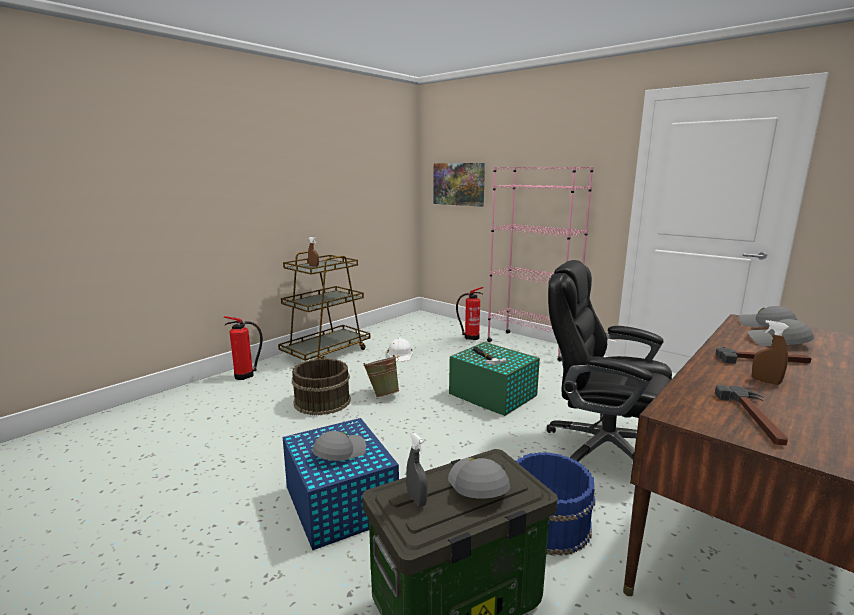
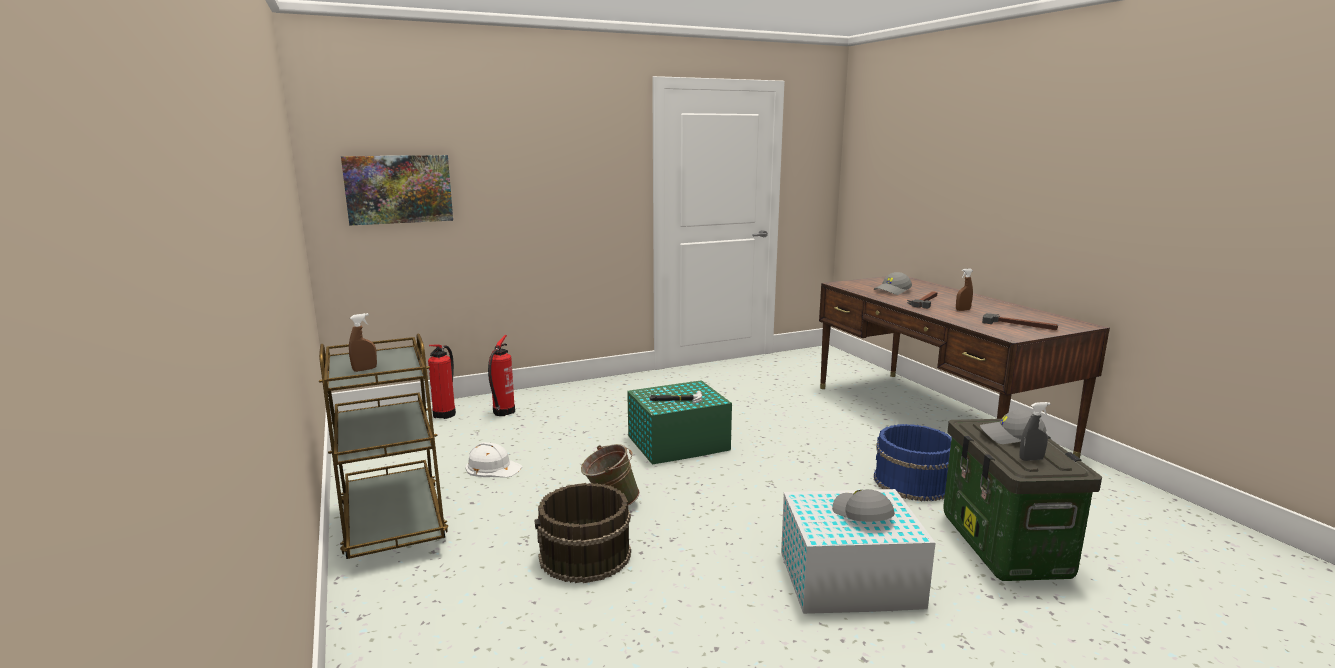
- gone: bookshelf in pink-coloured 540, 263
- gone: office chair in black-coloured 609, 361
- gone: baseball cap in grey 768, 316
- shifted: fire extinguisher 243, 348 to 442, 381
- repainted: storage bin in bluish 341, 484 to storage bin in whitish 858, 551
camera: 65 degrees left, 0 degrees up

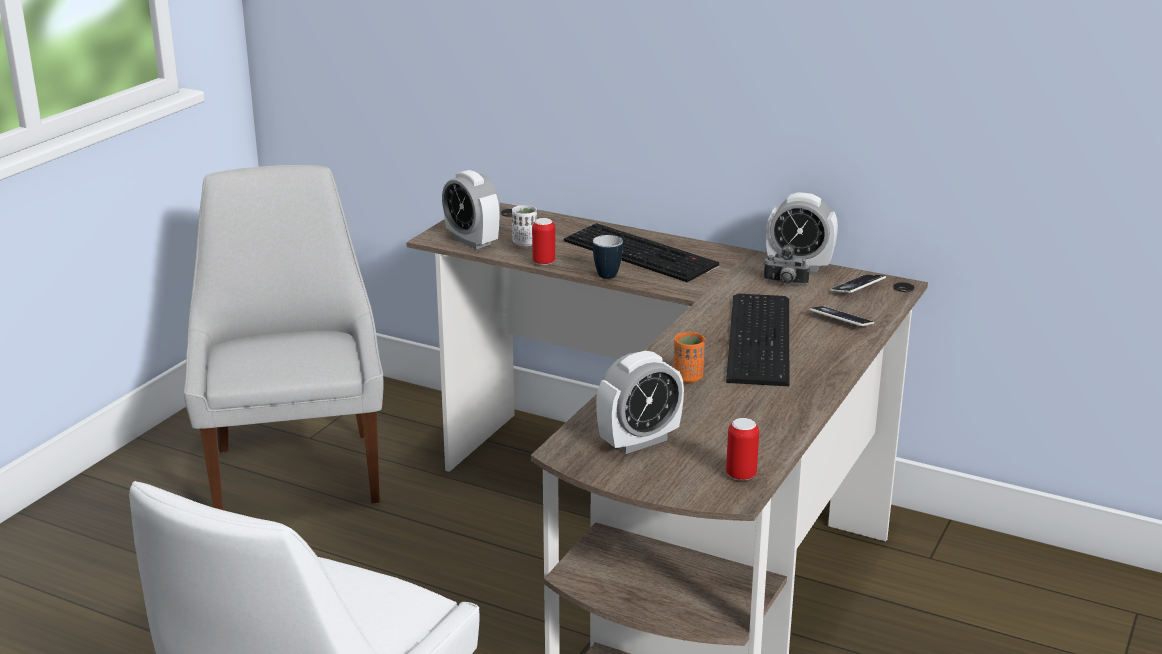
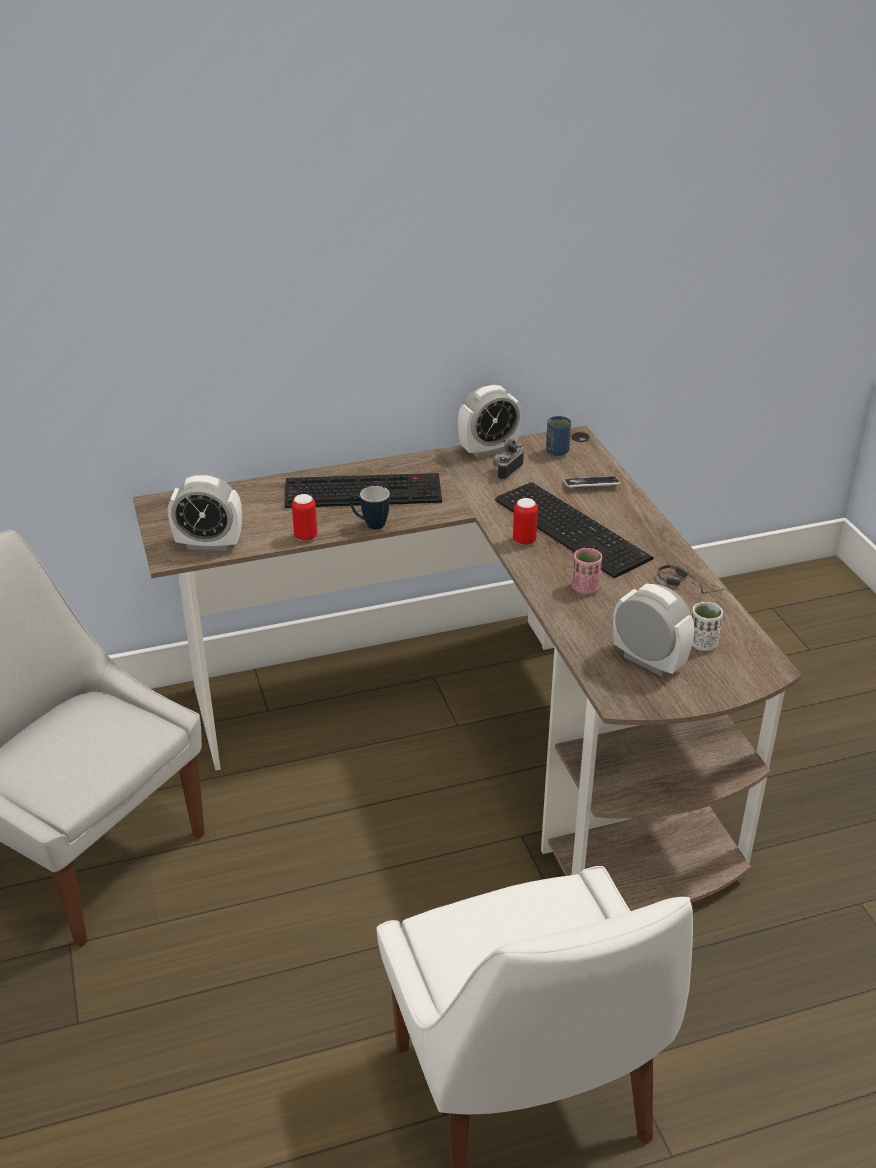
- new: headphones 693, 579
- shifted: cup in whitish 524, 225 to 707, 626
- shifted: sealed can 742, 449 to 525, 521
- swapped: phone 858, 283 to cup in bluish 558, 436
- repainted: cup in orange-coloured 689, 357 to cup in pink-coloured 587, 571
- rotated: bedside clock 640, 402 = 653, 630 60 degrees counterclockwise
- rotated: still camera 786, 265 = 508, 459 150 degrees clockwise
camera: 45 degrees left, 10 degrees up

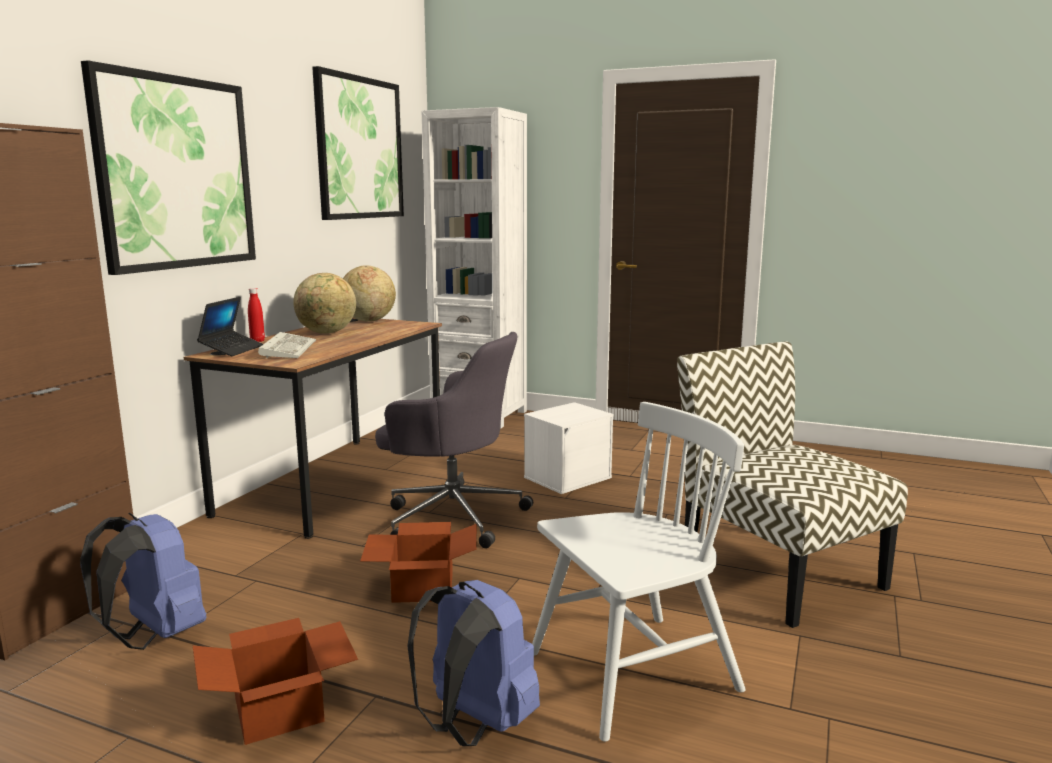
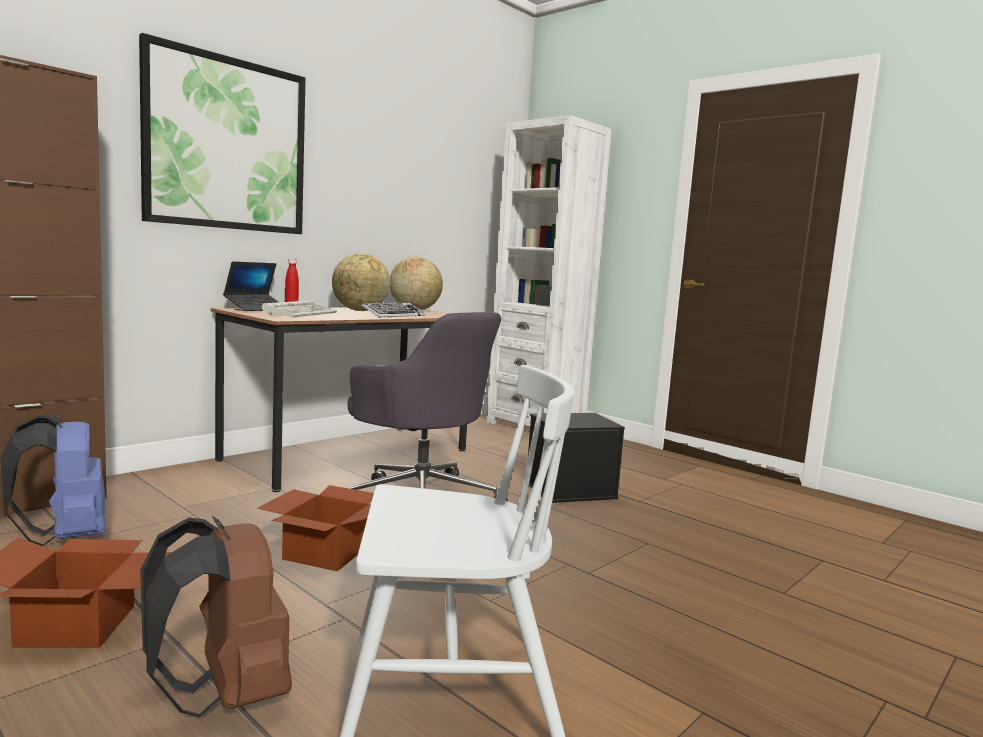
- gone: wall art 358, 143
- gone: chair 792, 485
- new: computer keyboard 394, 310
- repainted: backpack in bluish 473, 663 to backpack in brownish 216, 616
- repainted: storage bin in whitish 569, 448 to storage bin in black-coloured 576, 458
camera: 20 degrees right, 5 degrees down

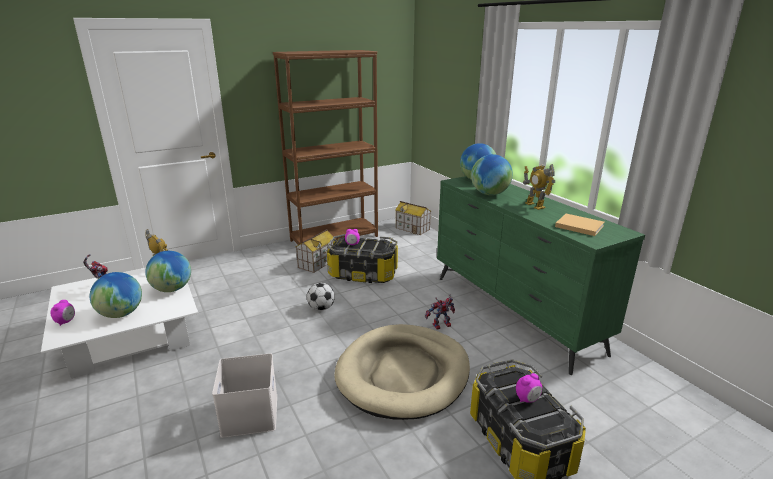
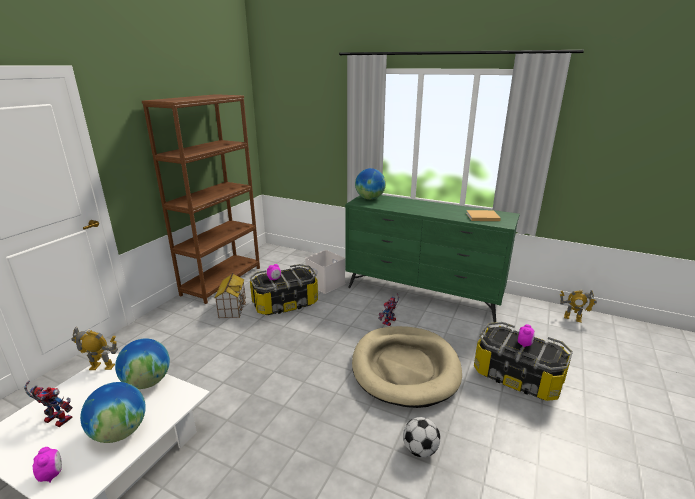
- gone: model house 413, 218
- gone: desk globe 492, 174
- shifted: storage bin in whitish 244, 395 to 325, 272
- shifted: ball for football 321, 297 to 421, 437
- shifted: robot figure 539, 187 to 578, 306
camera: 35 degrees left, 0 degrees up

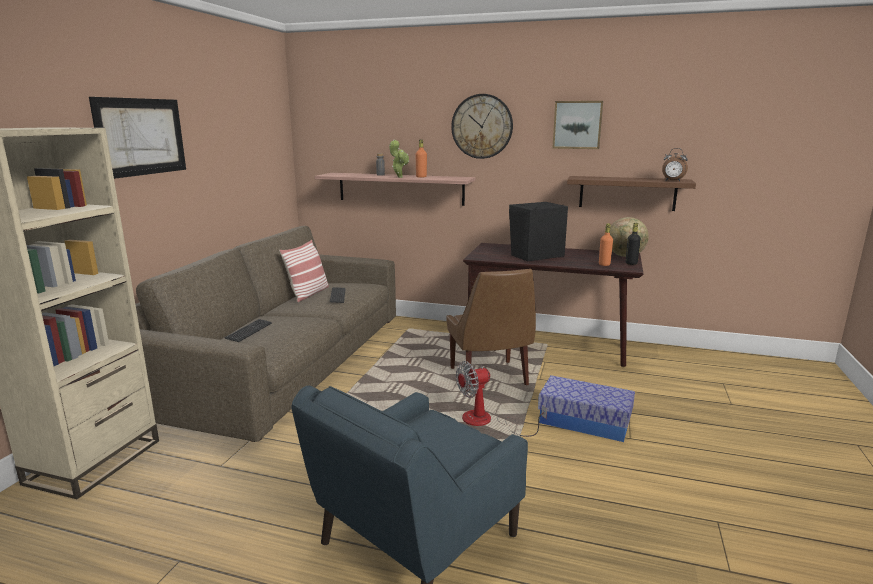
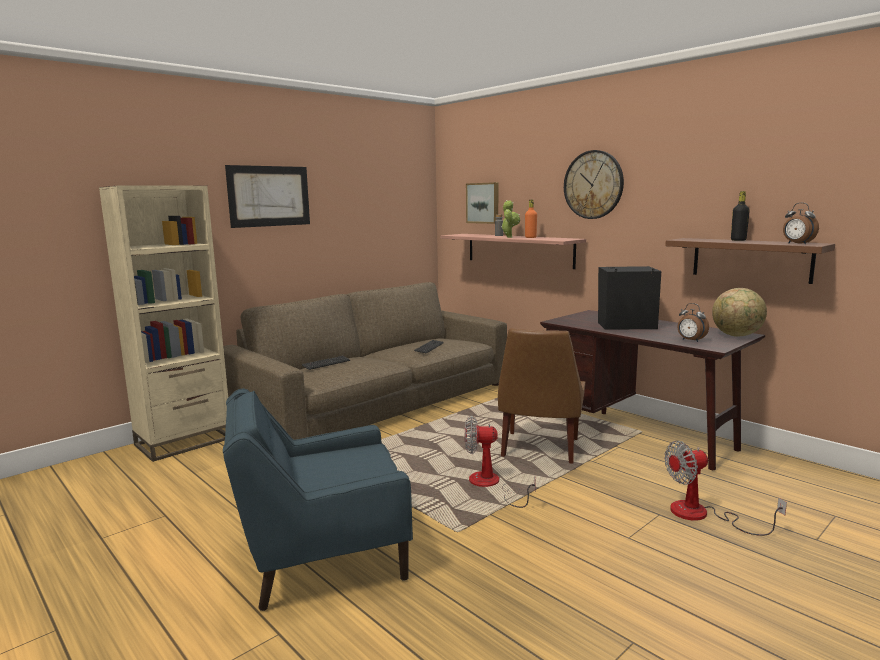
- gone: pillow 304, 271
- gone: storage bin 586, 408
- new: cooling fan 725, 488
- shifted: wall art 577, 125 to 482, 203
- shifted: bottle in black-coloured 633, 244 to 740, 216
- swapped: bottle in orange-coloured 606, 244 to bedside clock 693, 322
camera: 30 degrees right, 5 degrees down

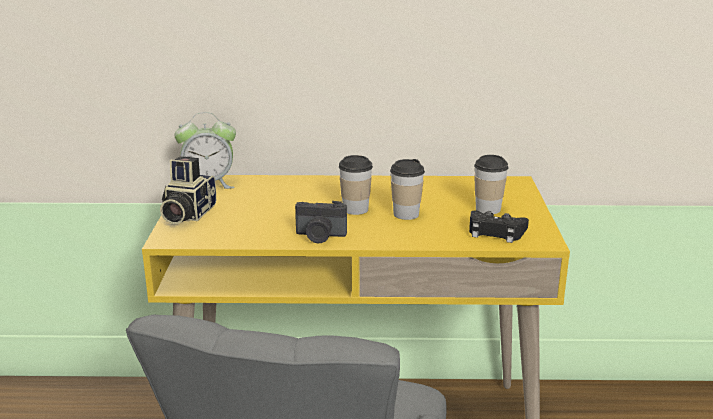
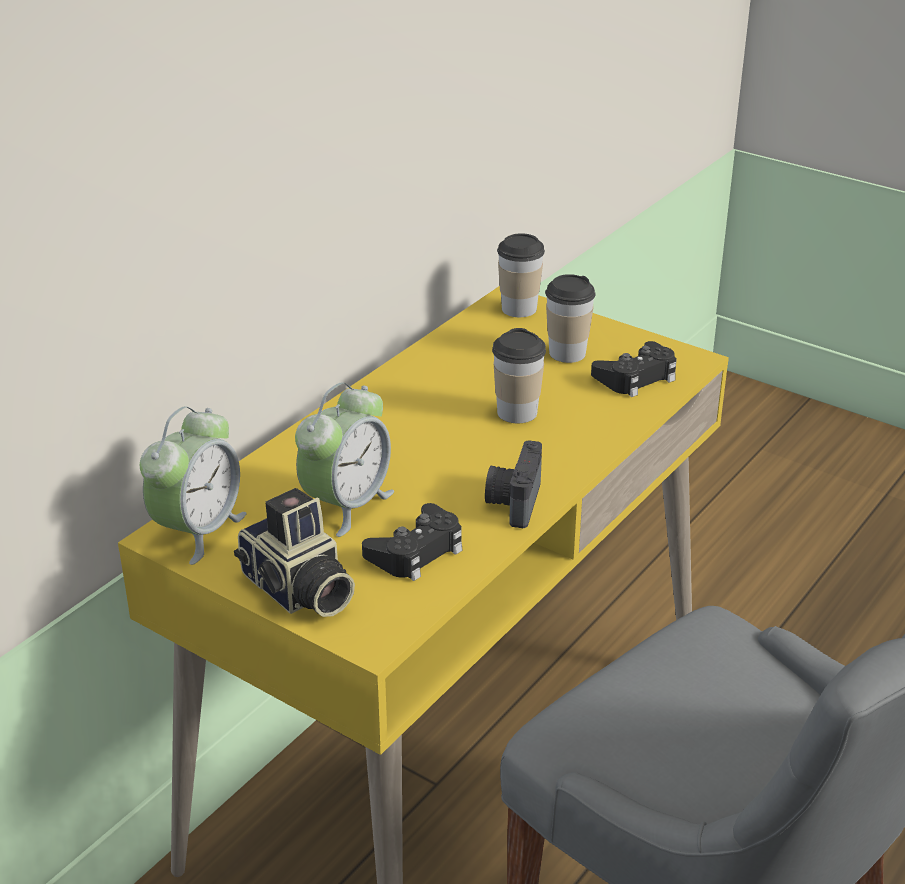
- new: bedside clock 344, 459
- new: joypad in black-coloured 412, 542
- shifted: cup 356, 185 to 521, 275
- rotated: still camera 321, 222 = 513, 484 150 degrees clockwise
camera: 55 degrees left, 10 degrees up

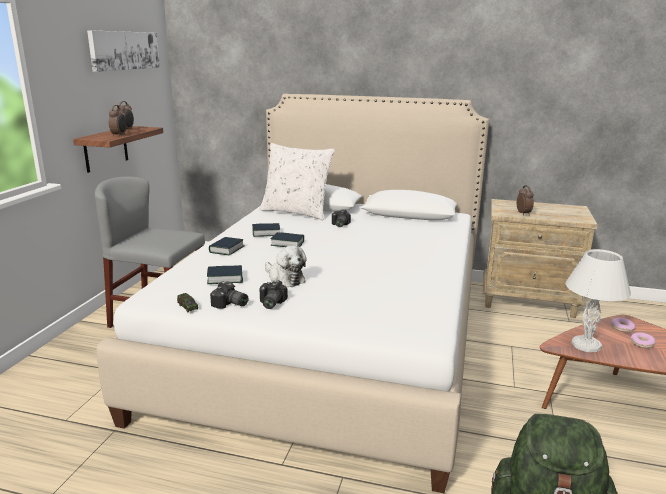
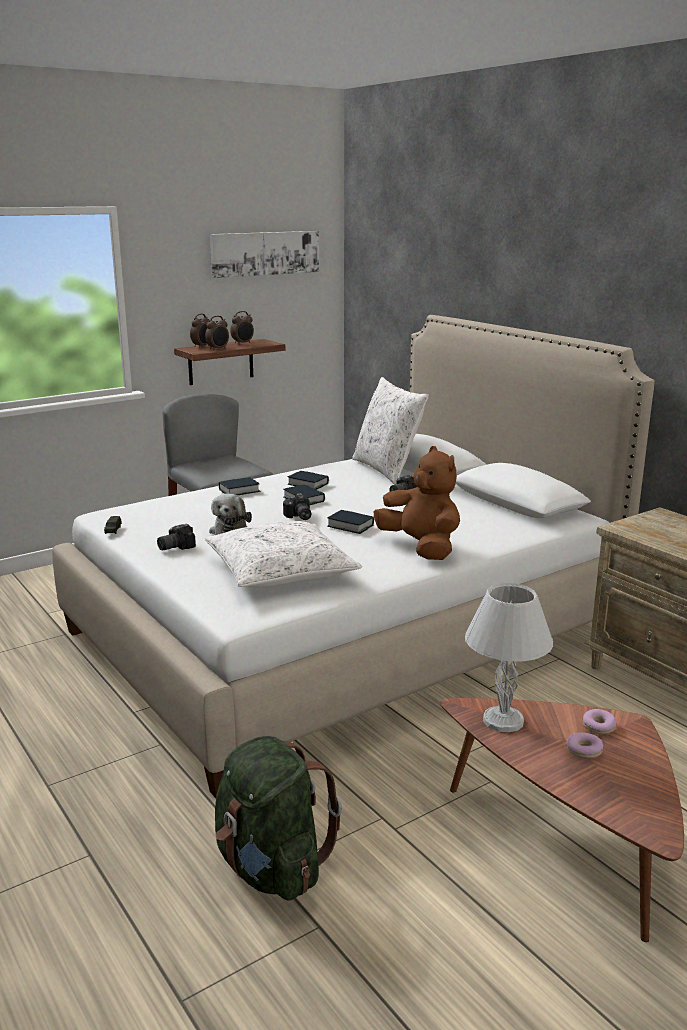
- new: pillow in whitish 283, 554
- new: plush toy in brownish 417, 503
- shifted: book 225, 274 to 350, 522
- shifted: still camera 229, 295 to 297, 506
- shifted: bedside clock 525, 200 to 199, 331
camera: 40 degrees right, 0 degrees up

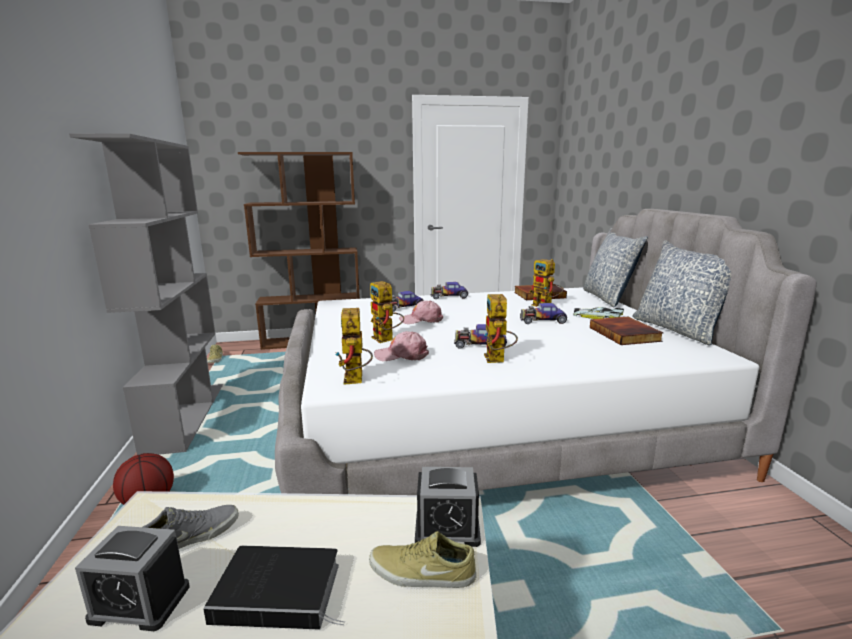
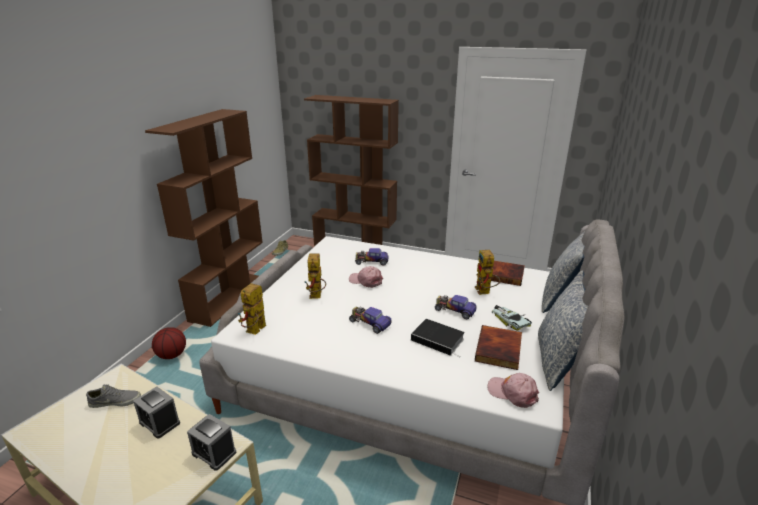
- gone: low shoe in sand-coloured 422, 559
- gone: model car 449, 290
- gone: robot figure 501, 328
- shifted: bedside clock 132, 578 to 156, 412
- shifted: book 274, 588 to 438, 338
- shifted: baseball cap in pink-coloured 401, 346 to 513, 390
- repainted: bookshelf in grey 146, 294 to bookshelf in brownish 204, 218
camera: 30 degrees right, 10 degrees up

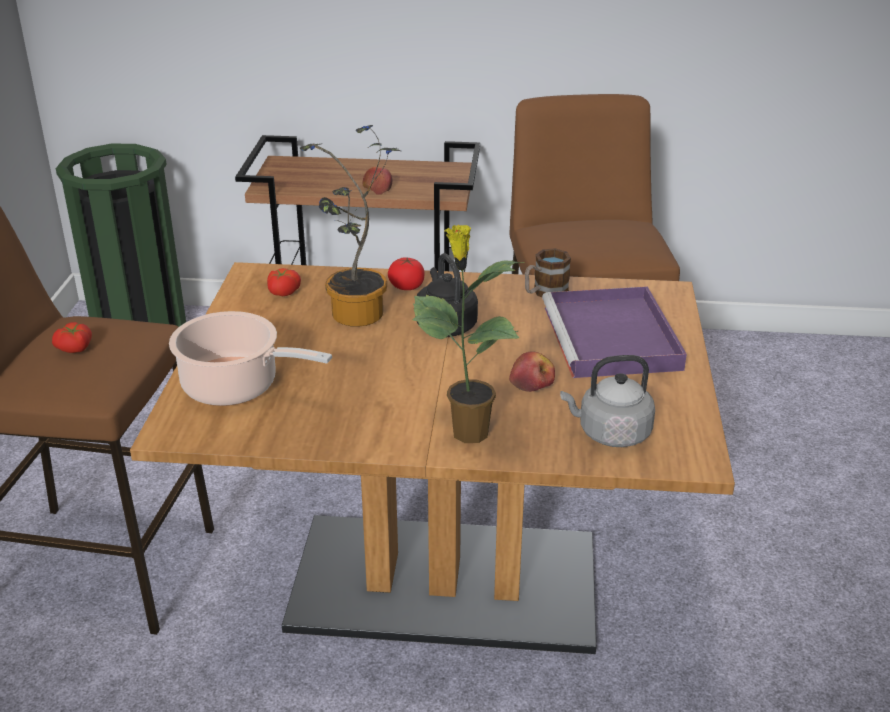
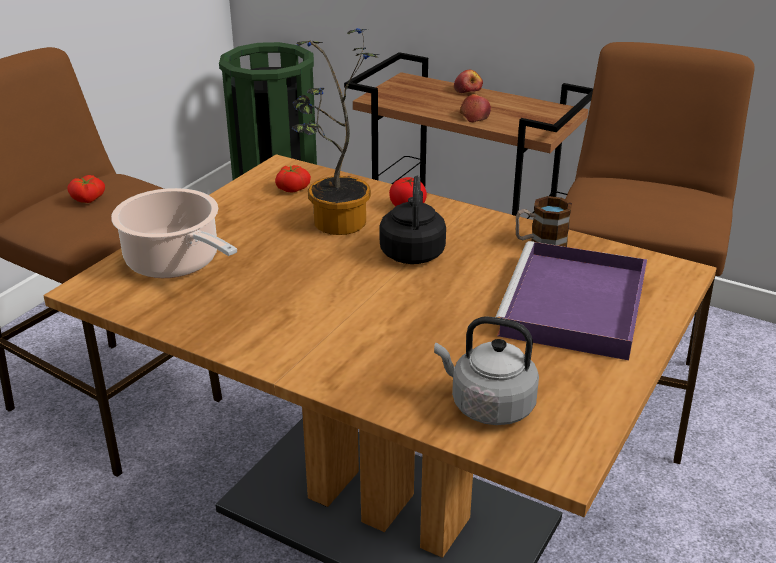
- gone: potted plant 468, 334
- shifted: apple 532, 372 to 468, 81
camera: 25 degrees right, 0 degrees up

